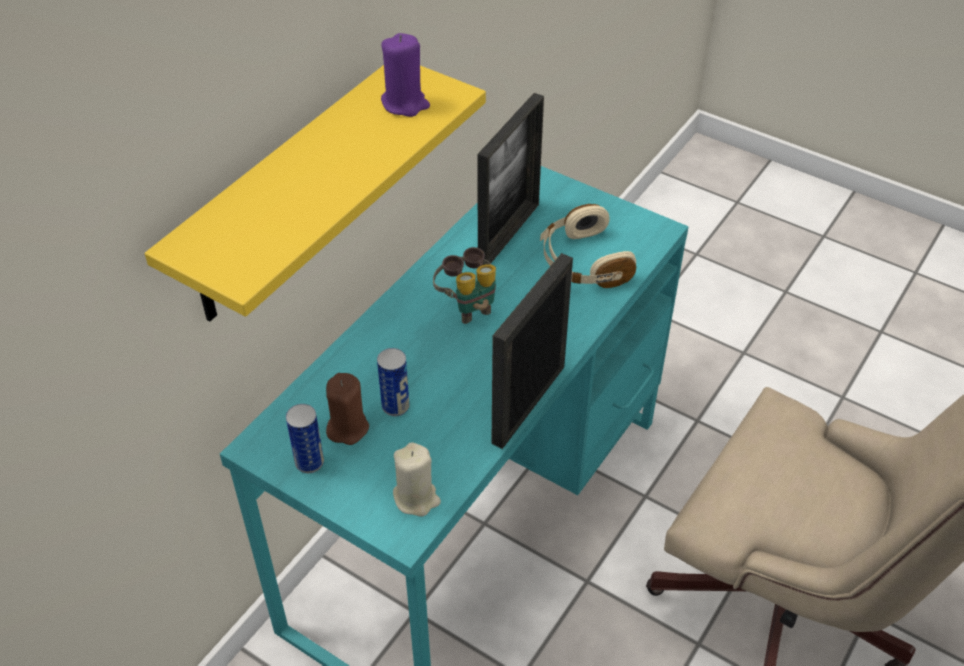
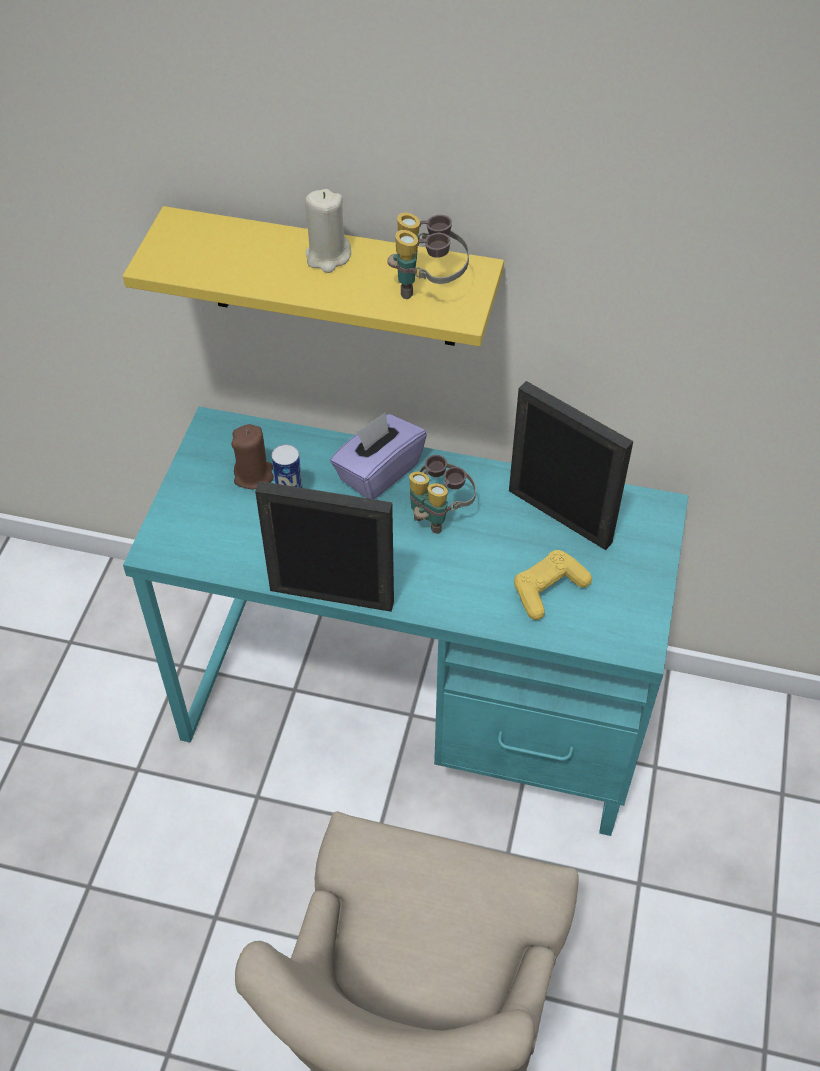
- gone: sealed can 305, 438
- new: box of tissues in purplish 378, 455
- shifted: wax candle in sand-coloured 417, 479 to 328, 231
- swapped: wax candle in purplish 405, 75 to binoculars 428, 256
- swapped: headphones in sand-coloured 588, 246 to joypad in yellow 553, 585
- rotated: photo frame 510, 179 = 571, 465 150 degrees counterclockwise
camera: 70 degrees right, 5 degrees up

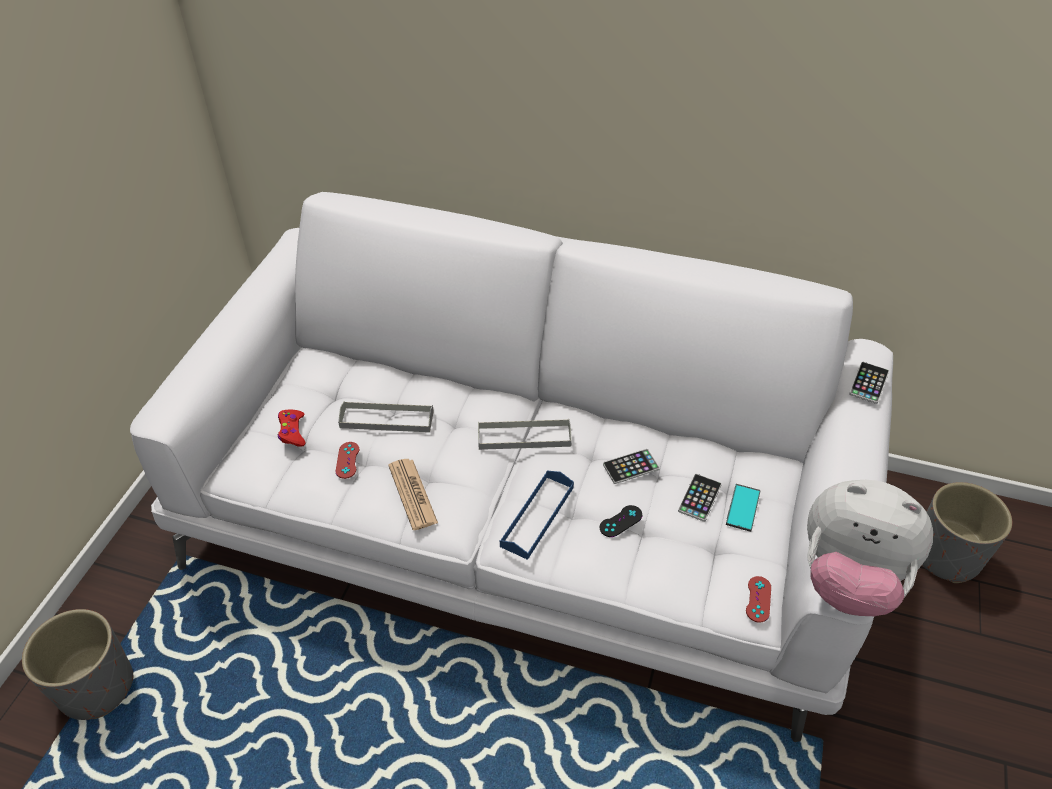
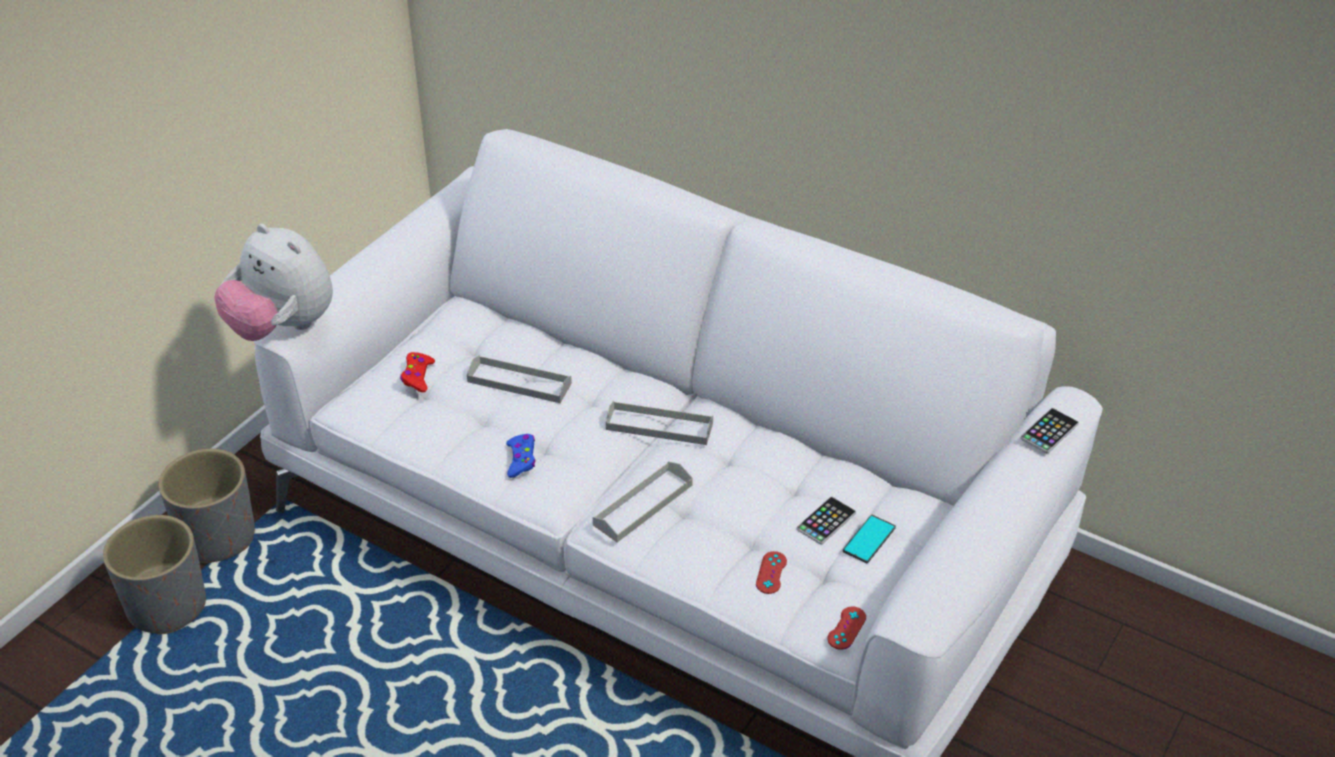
- gone: joypad in black-coloured 621, 521
- gone: phone 631, 466
- shifted: joypad in reddish 347, 460 to 771, 572
- shifted: plush toy 870, 548 to 273, 282
- shifted: planter in grey 967, 532 to 207, 506
- swapped: newspaper 413, 494 to joypad in bluish 521, 456
- repainted: carrying tray in bluish 537, 515 to carrying tray in grey 643, 502
camera: 15 degrees right, 5 degrees down

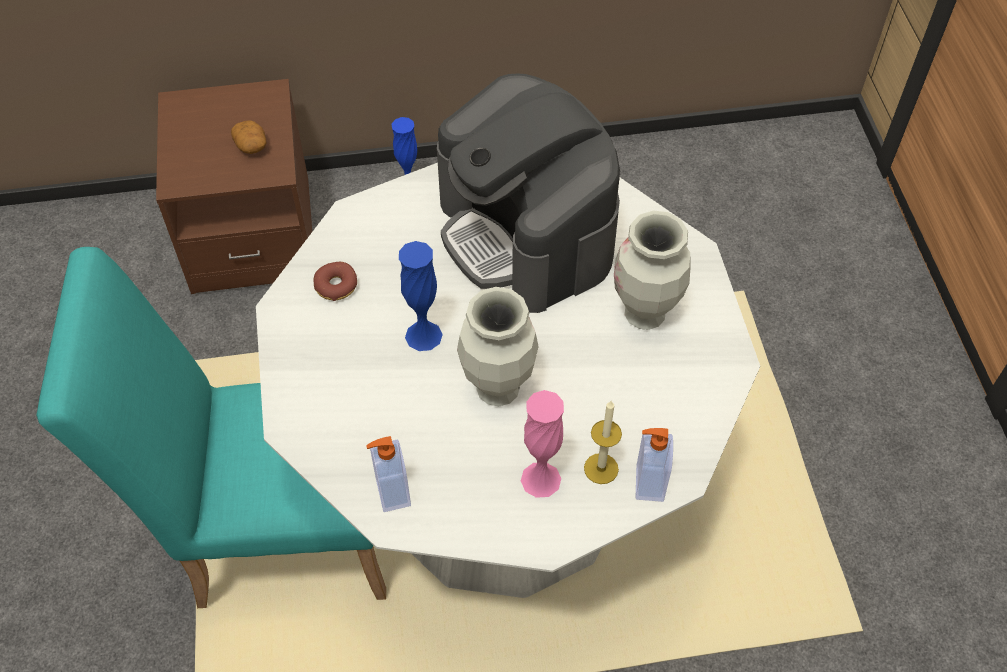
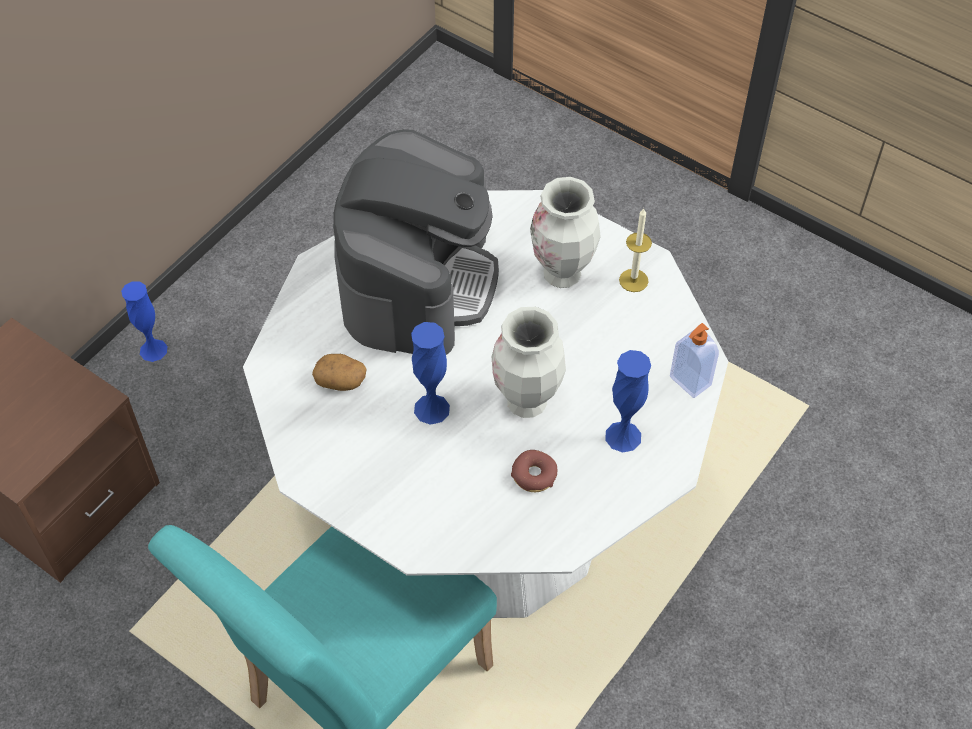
- gone: soap bottle 388, 474
- shifted: whole potato 248, 137 to 339, 372
- shifted: ring doughnut 335, 281 to 534, 471
- shifted: wax candle 603, 442 to 635, 250
- repainted: vase in pink-coloured 542, 444 to vase in bluish 628, 401
- rotated: coffee machine 528, 193 = 416, 242 90 degrees counterclockwise
camera: 45 degrees left, 0 degrees up

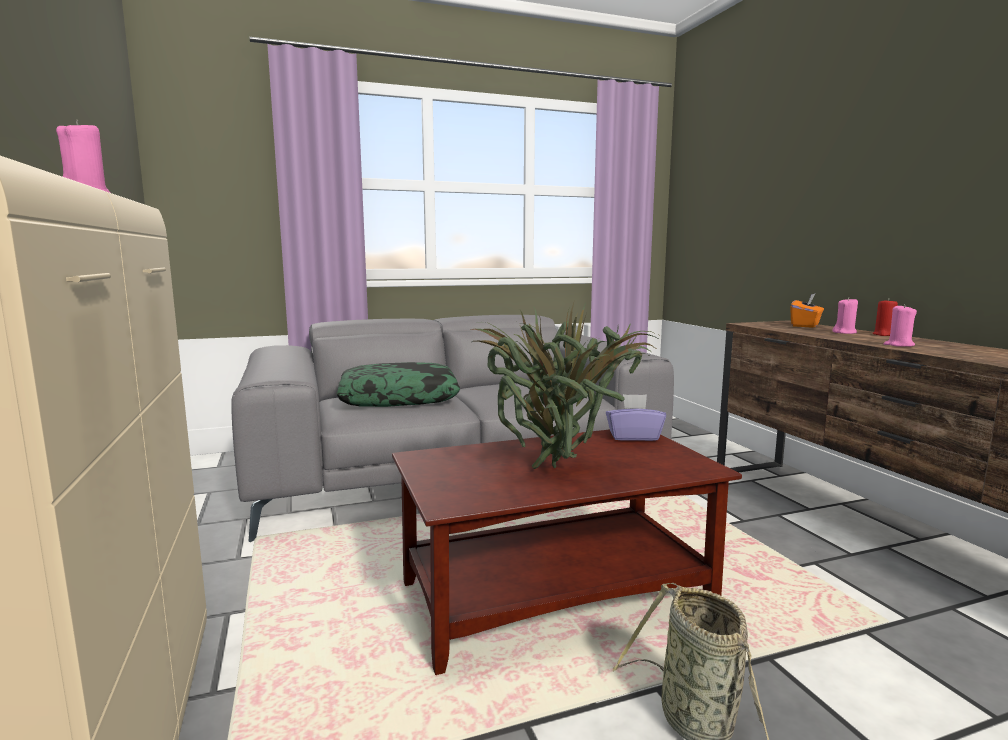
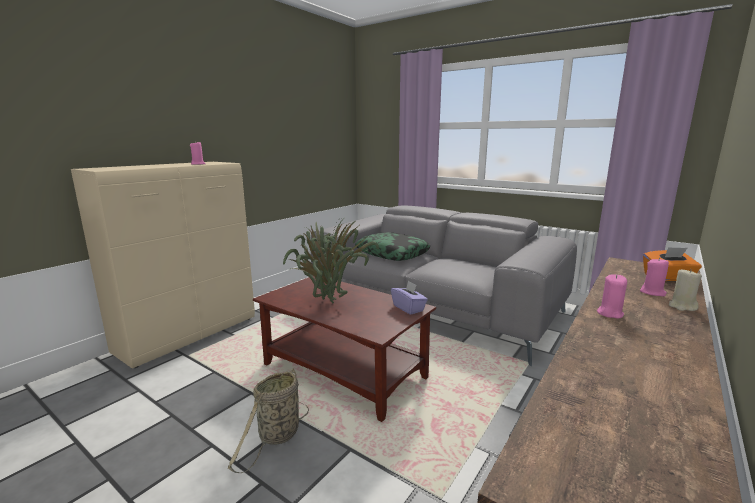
- repainted: wax candle in reddish 885, 317 to wax candle in sand-coloured 685, 290
camera: 55 degrees right, 5 degrees up

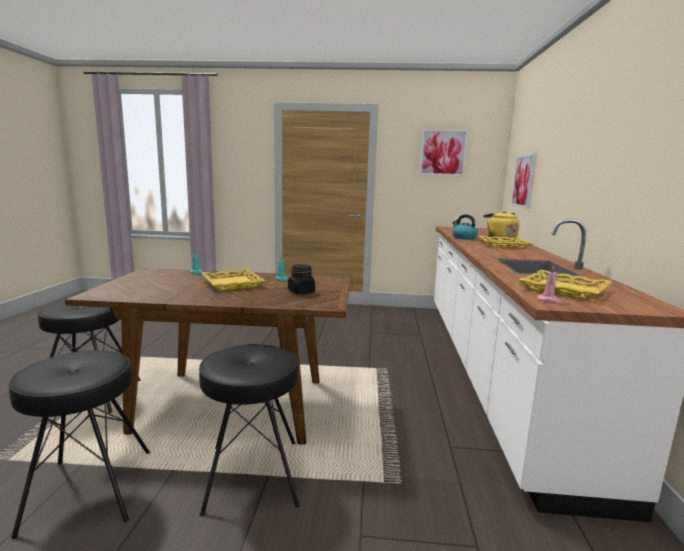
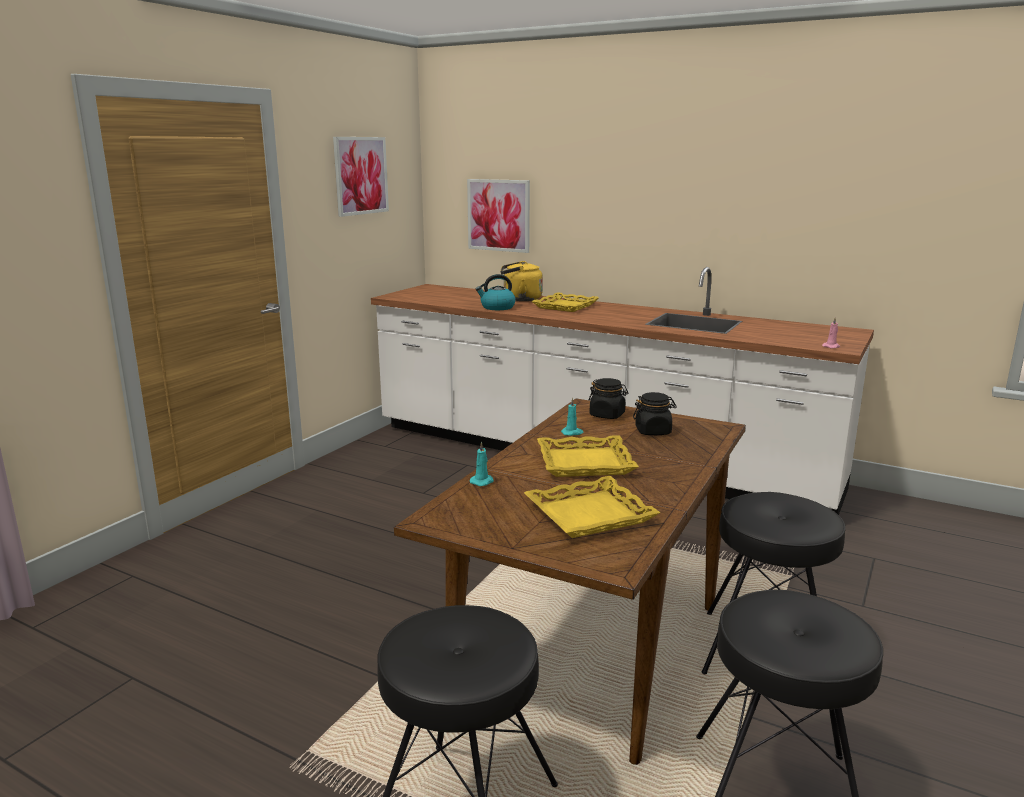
- new: jar in black-coloured 608, 398
- shifted: carrying tray in yellow 565, 285 to 592, 507
camera: 65 degrees left, 5 degrees up

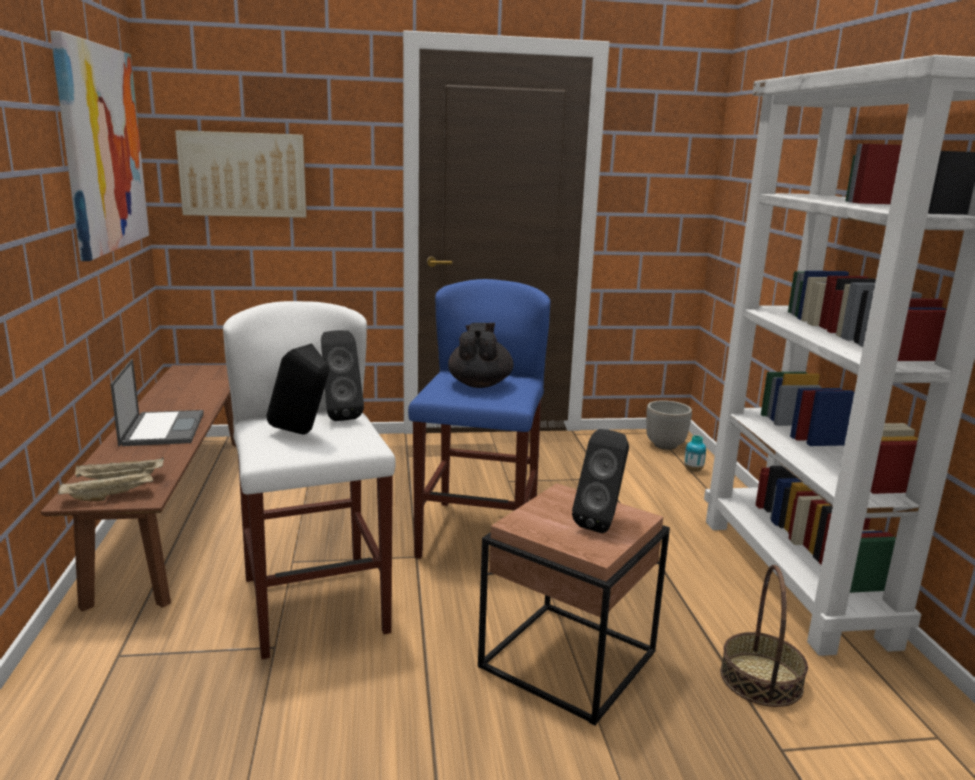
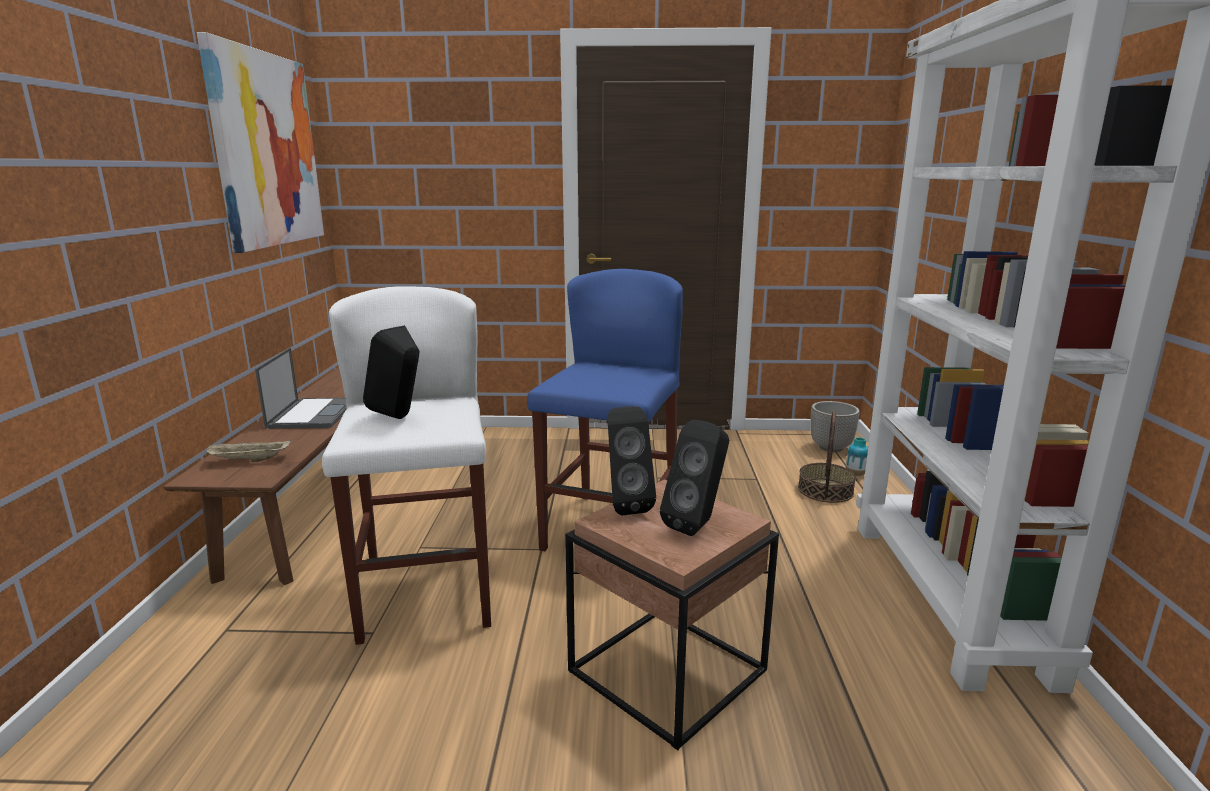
- gone: carrying tray in sand-coloured 105, 485
- gone: wall art 241, 174
- gone: tea pot in black-coloured 480, 355
- shifted: loudspeaker in black-coloured 342, 375 to 631, 460
- shifted: household basket 764, 636 to 827, 456
camera: 10 degrees right, 0 degrees up

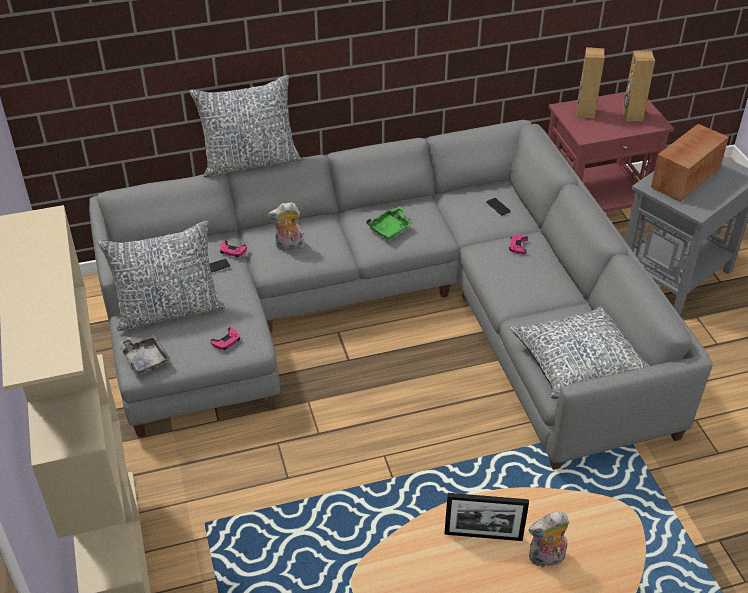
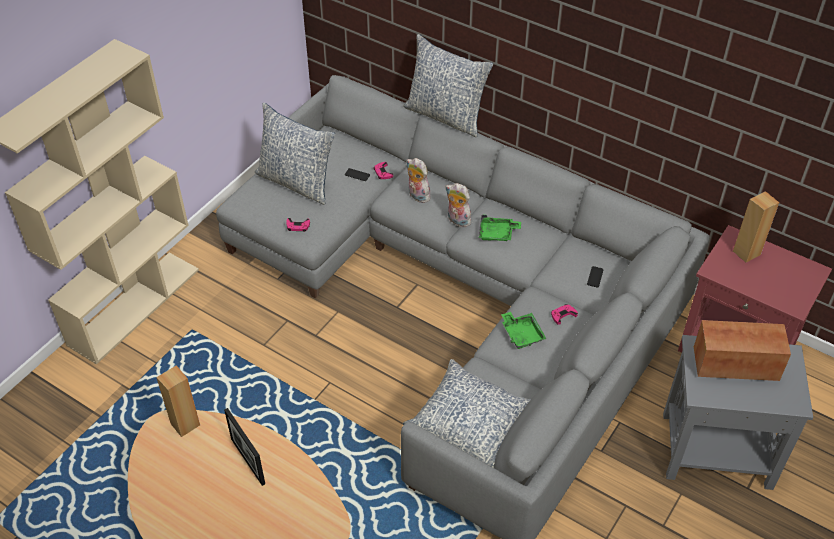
- gone: carrying tray in grey 144, 354
- new: carrying tray in green 523, 330
- shifted: plush toy 549, 539 to 458, 205
- shifted: loudspeaker in brownish 638, 86 to 178, 401
camera: 50 degrees right, 5 degrees up

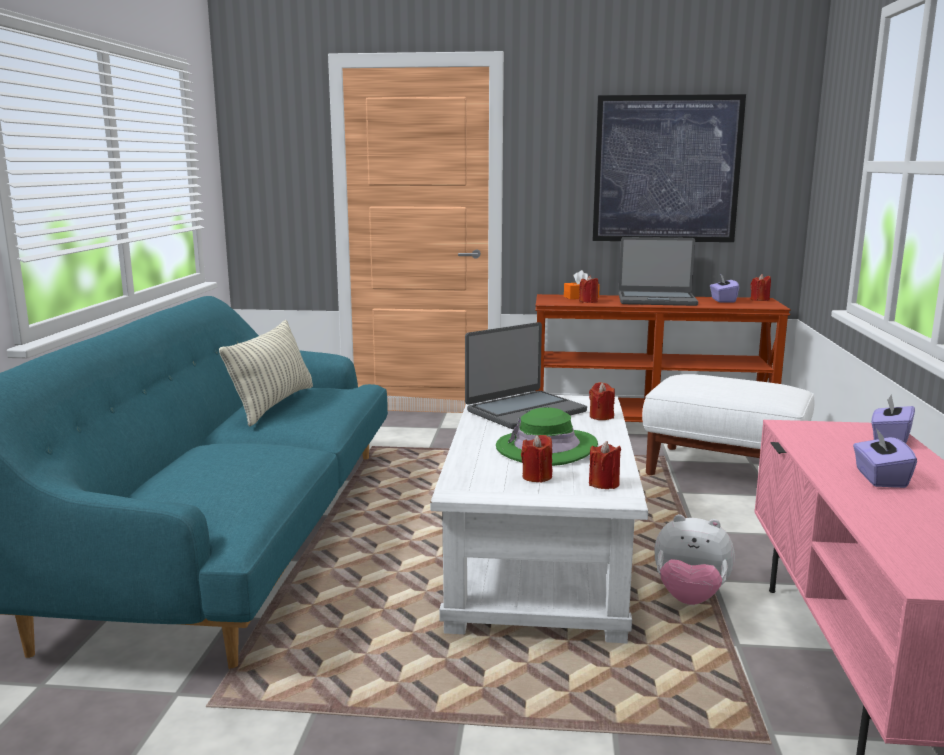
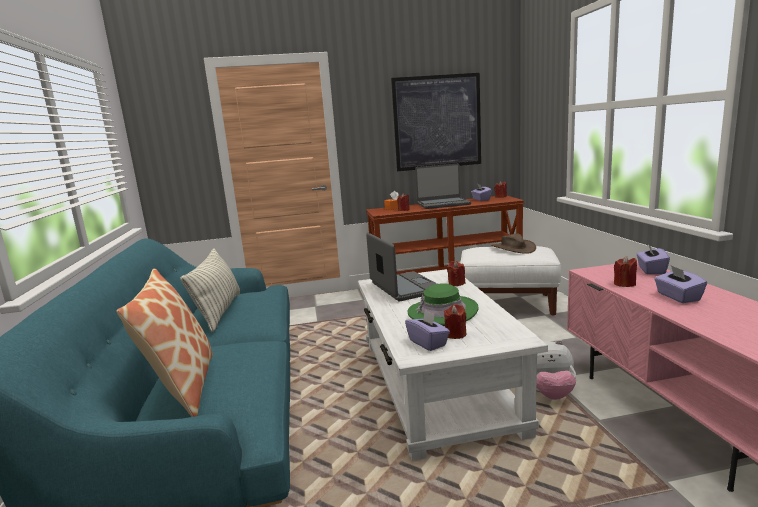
- new: pillow 165, 342
- new: box of tissues in purplish 427, 330
- new: hat in brownish 513, 243
- shifted: wax candle in reddish 605, 465 to 625, 271
- rotated: notebook computer 526, 375 = 401, 267 60 degrees counterclockwise
camera: 15 degrees left, 0 degrees up

